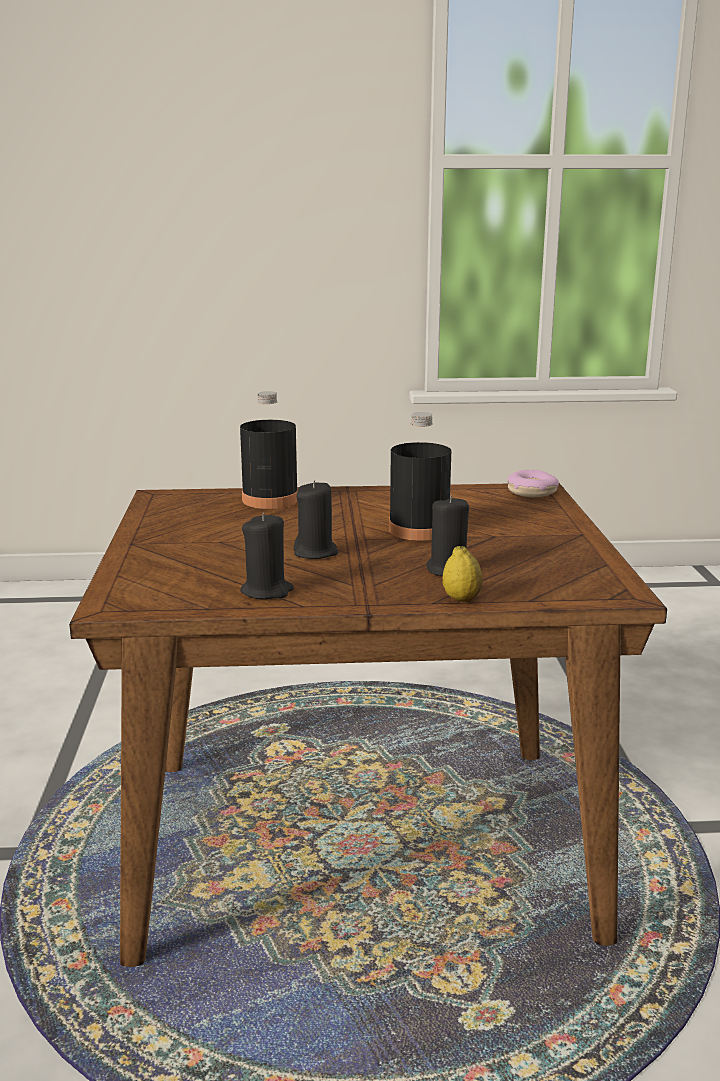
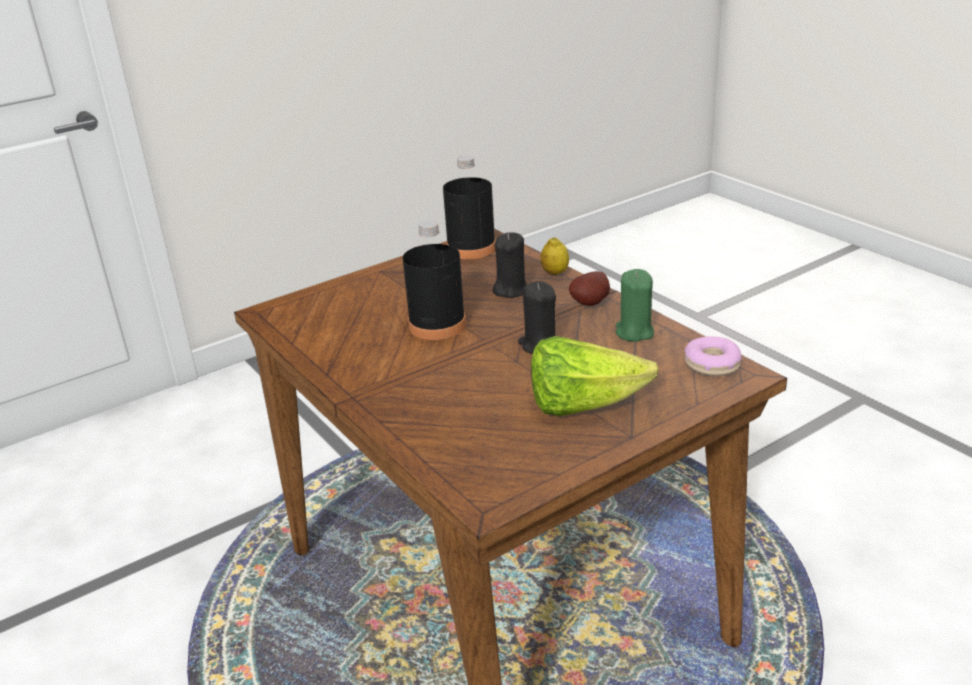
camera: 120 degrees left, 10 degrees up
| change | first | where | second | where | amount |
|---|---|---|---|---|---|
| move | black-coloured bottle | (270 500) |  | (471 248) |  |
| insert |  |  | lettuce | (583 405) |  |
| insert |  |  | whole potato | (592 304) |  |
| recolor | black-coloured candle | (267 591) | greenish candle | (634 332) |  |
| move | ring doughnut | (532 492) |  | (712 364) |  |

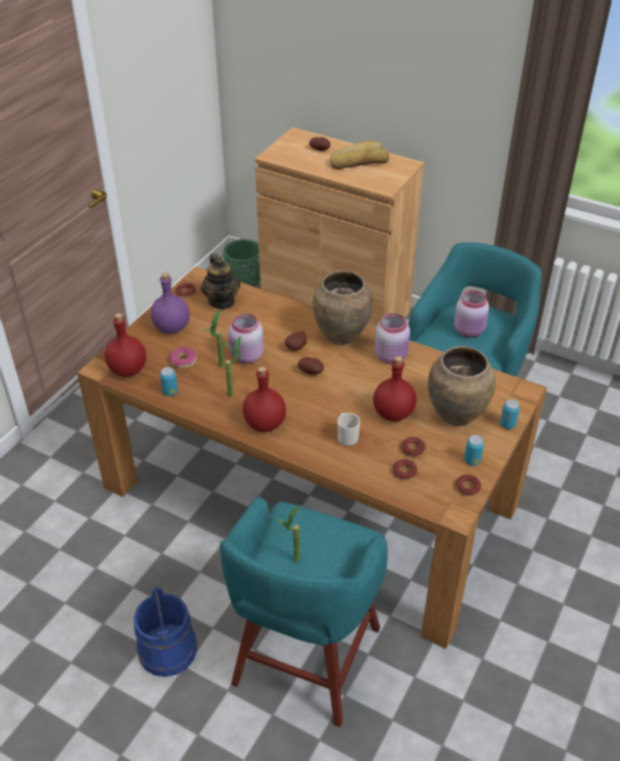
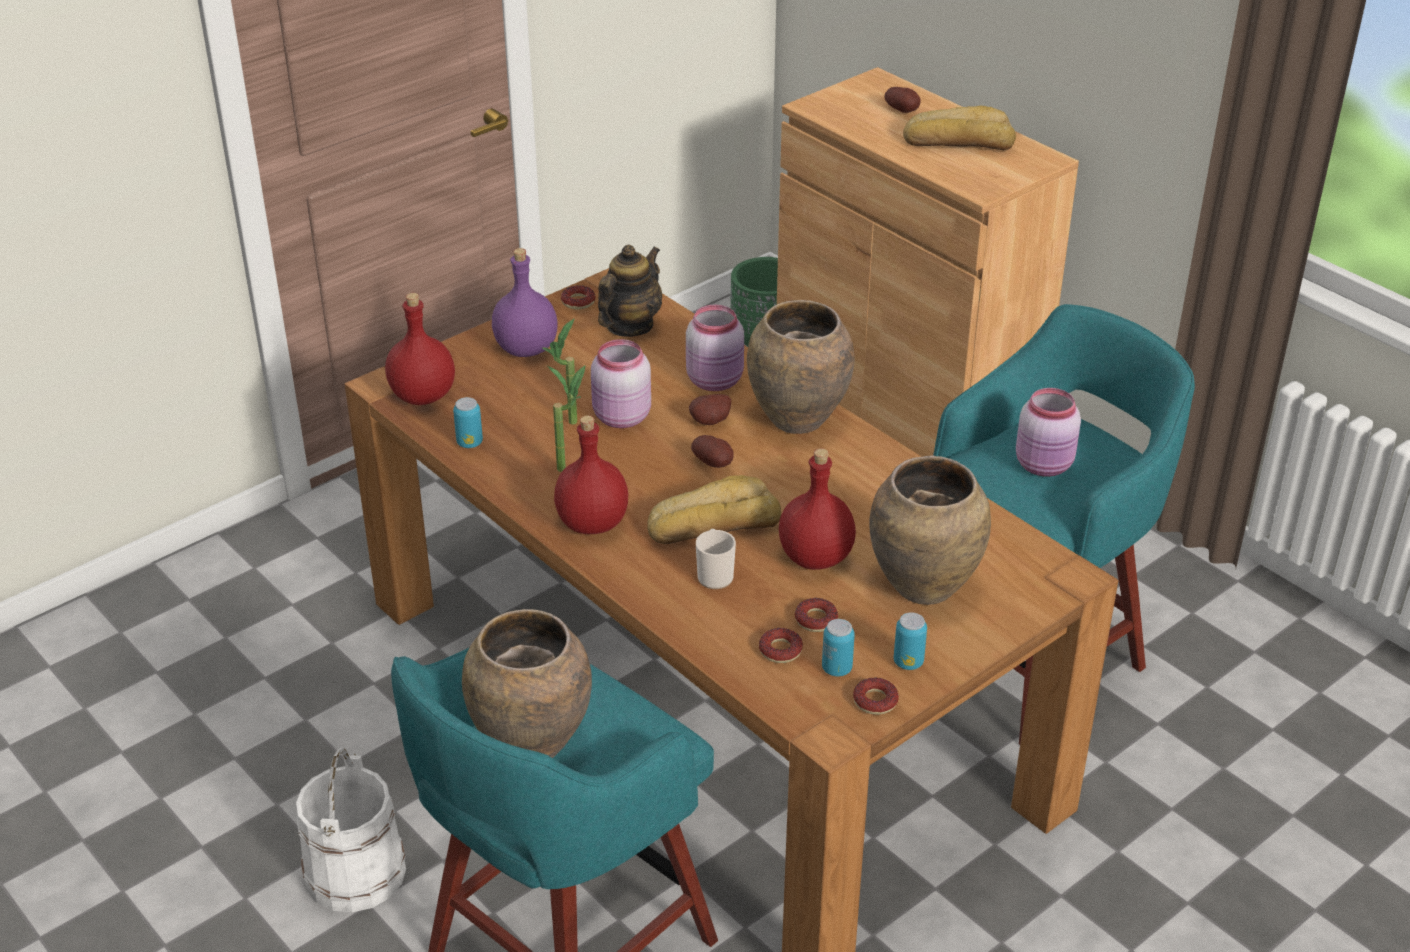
camera: 20 degrees right, 5 degrees down
| change | first | where | second | where | amount |
|---|---|---|---|---|---|
| recolor | bluish bucket | (167 650) | whitish bucket | (354 872) |  |
| replace | houseplant | (292 563) | brownish flower vase | (530 743) |  |
| rotate | pot for tea | (222 301) |  | (629 326) | 150 degrees counterclockwise |
| insert |  |  | baked bread | (713 523) |  |
| move | pinkish preserve jar | (391 356) |  | (716 381) |  |
| move | sealed can | (507 425) |  | (836 668) |  |
| delete | ring doughnut | (183 361) |  |  |  |

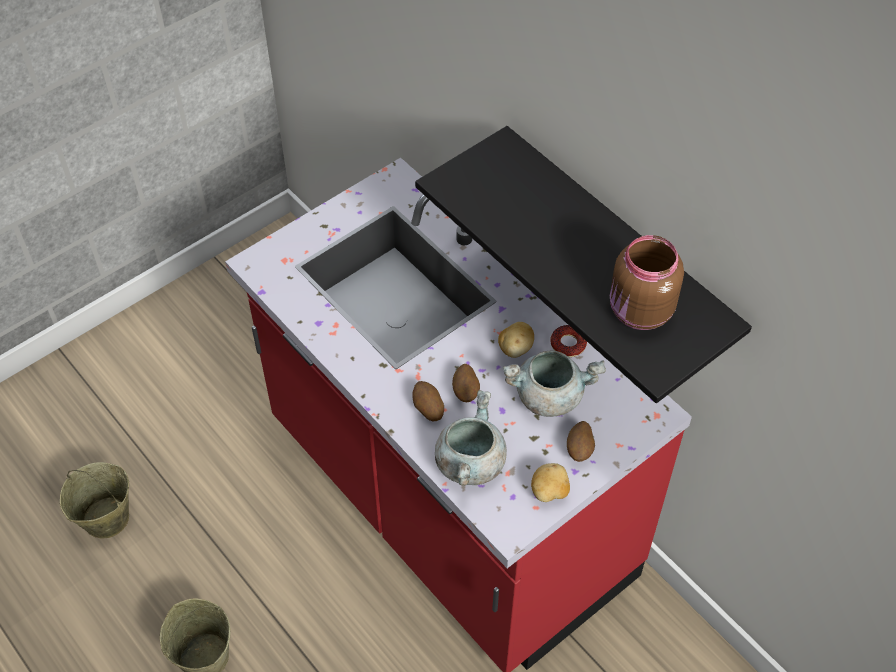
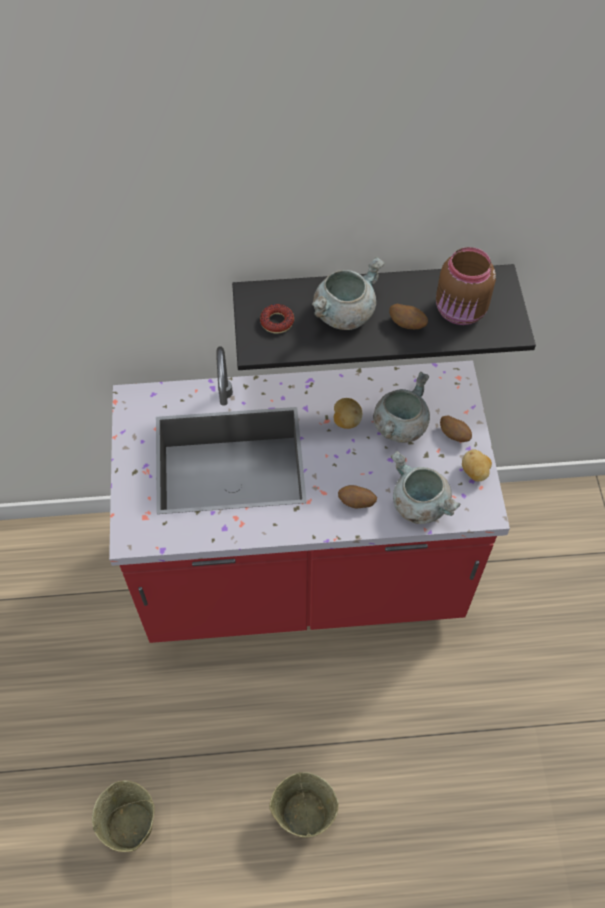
camera: 55 degrees left, 5 degrees up
| change | first | where | second | where | amount |
|---|---|---|---|---|---|
| move | ring doughnut | (568 344) |  | (277 322) |  |
| insert |  |  | gray saucepot | (344 313) |  |
| move | whole potato | (466 391) |  | (407 324) |  |

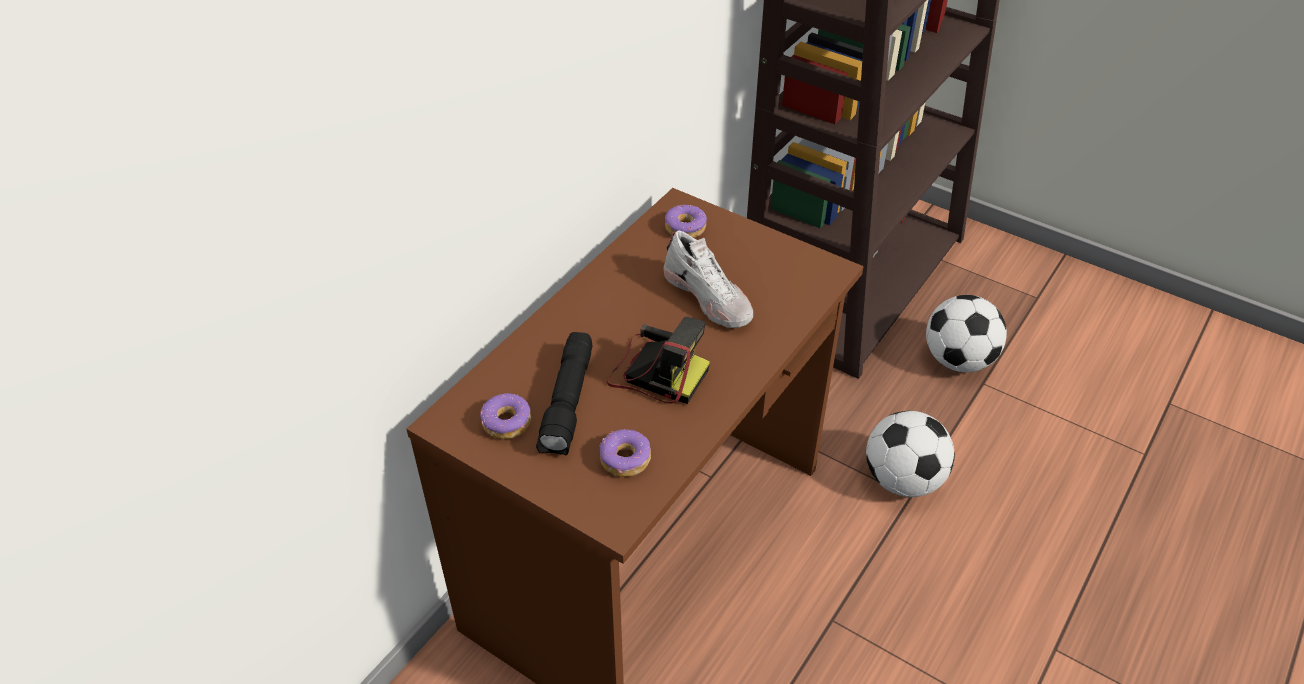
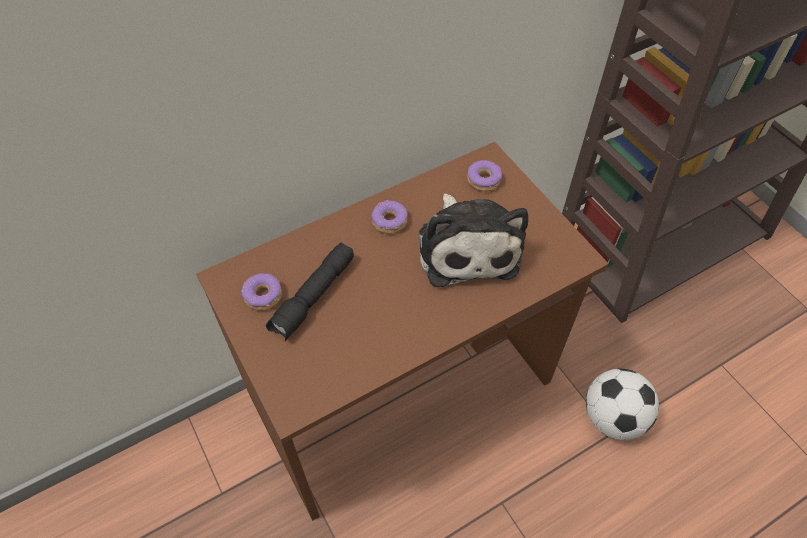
camera: 25 degrees right, 10 degrees up
| change | first | where | second | where | amount |
|---|---|---|---|---|---|
| move | ring doughnut | (625 459) |  | (389 221) |  |
| replace | whitish low shoe | (709 297) | plush toy | (467 247) |  |
| delete | still camera | (656 372) |  |  |  |
| delete | football ball | (958 360) |  |  |  |

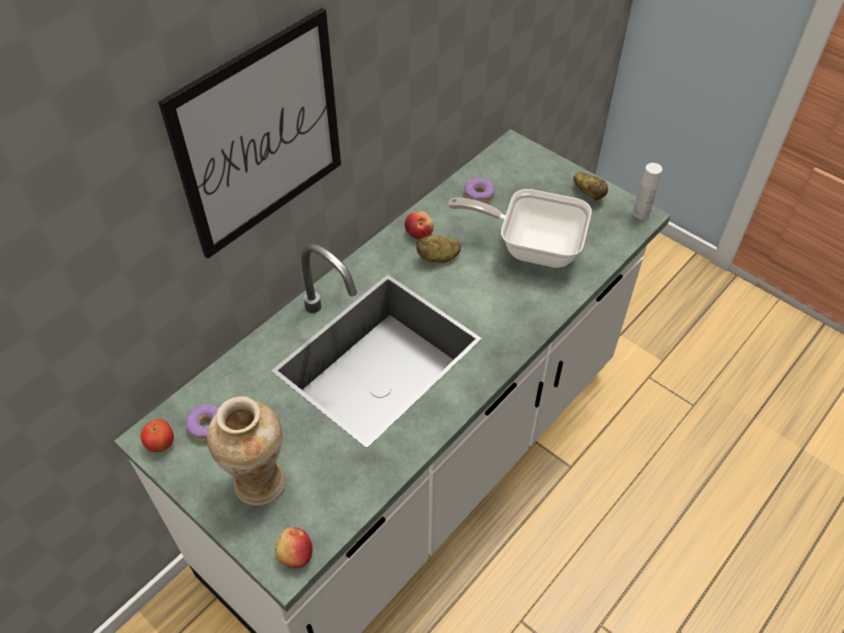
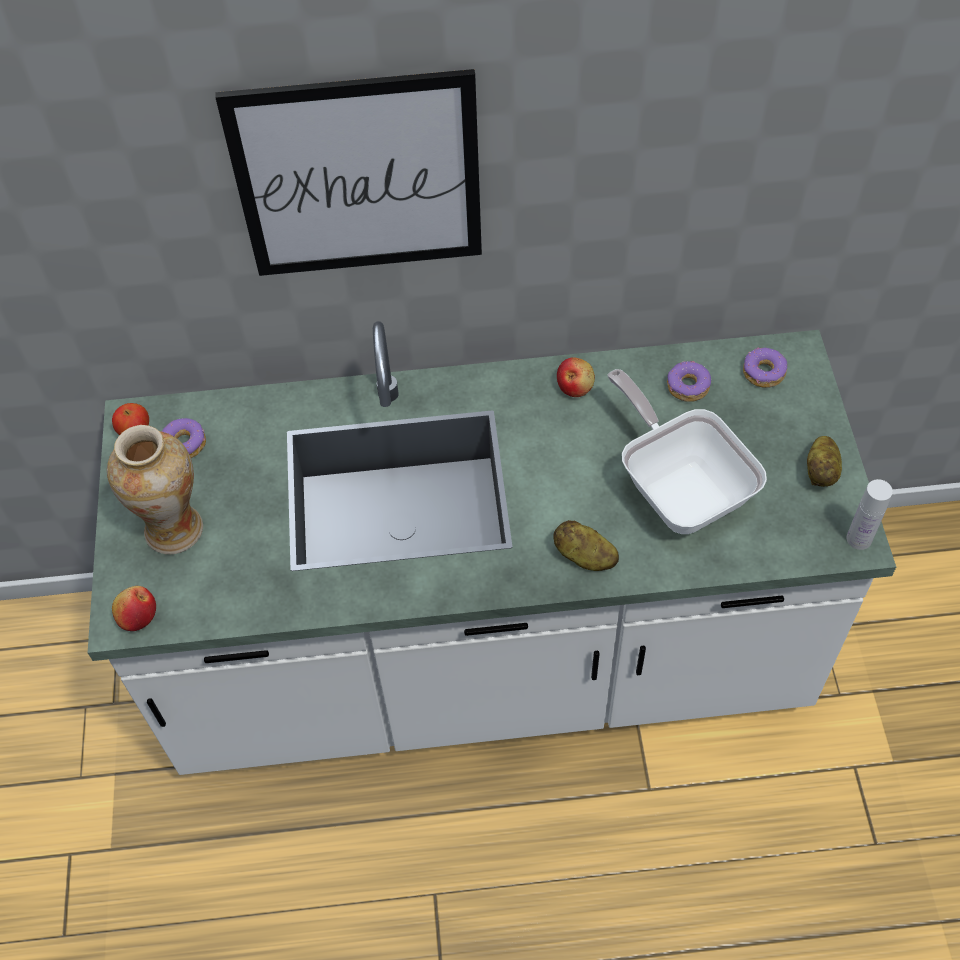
camera: 45 degrees right, 5 degrees up
| change | first | where | second | where | amount |
|---|---|---|---|---|---|
| move | whole potato | (438 258) |  | (584 557) |  |
| insert |  |  | ring doughnut | (763 373) |  |

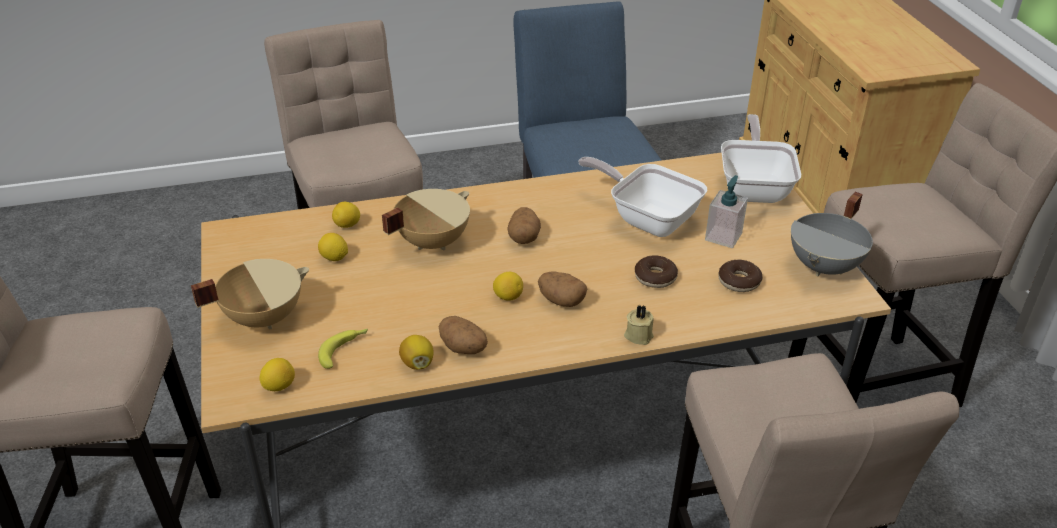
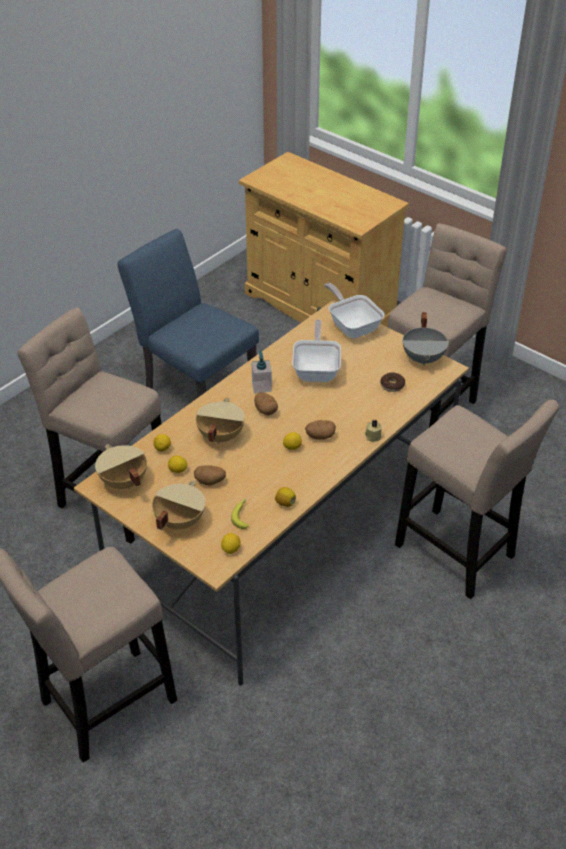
camera: 35 degrees left, 5 degrees up
| change | first | where | second | where | amount |
|---|---|---|---|---|---|
| insert |  |  | sand-coloured saucepot | (123 482) |  |
| move | whole potato | (464 348) |  | (210 481) |  |
| move | soap bottle | (723 236) |  | (261 386) |  |
| rotate | pan | (647 218) |  | (317 370) | 90 degrees clockwise |
| delete | ring doughnut | (655 277) |  |  |  |

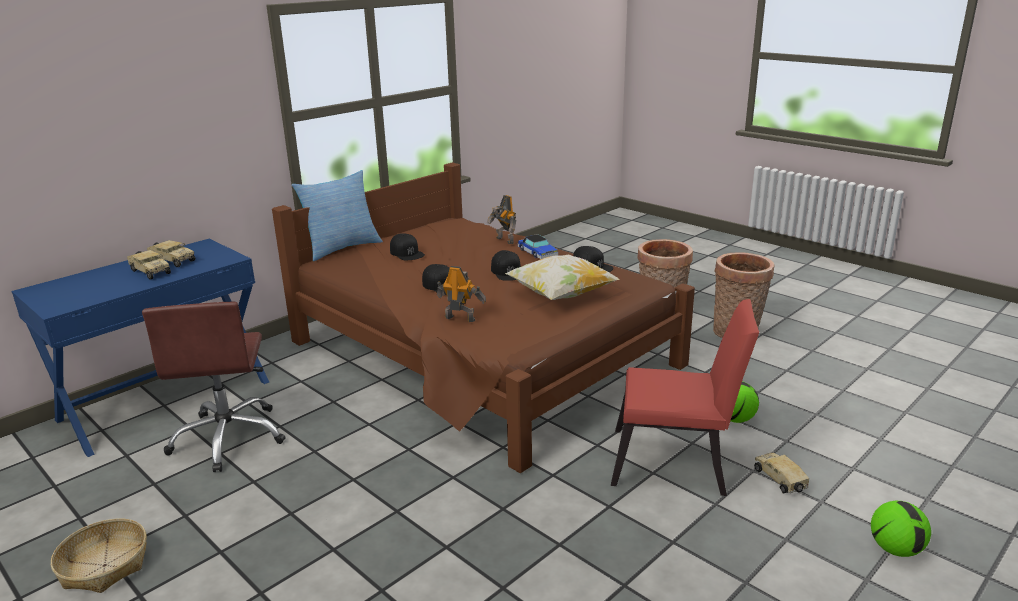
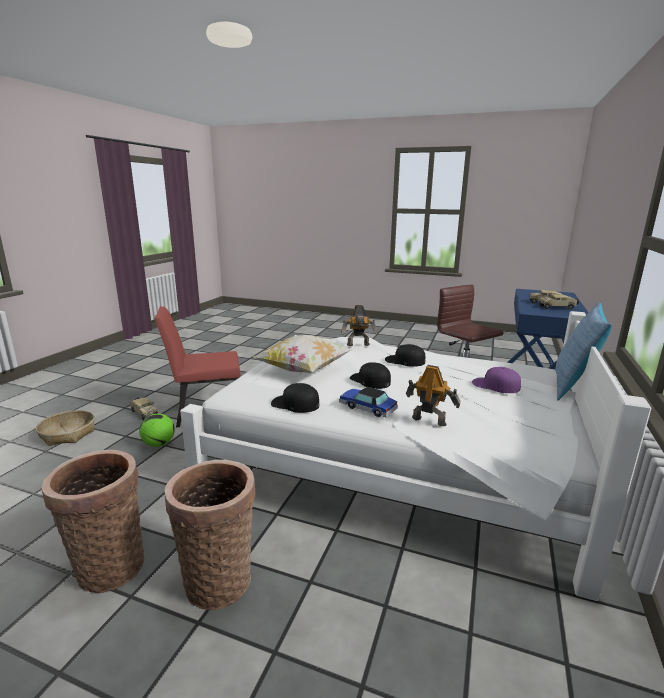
camera: 155 degrees right, 5 degrees down
| change | first | where | second | where | amount |
|---|---|---|---|---|---|
| move | storage basket | (104 566) |  | (68 434) |  |
| recolor | brownish bed | (482 354) | whitish bed | (392 458) |  |
| recolor | black-coloured baseball cap | (407 253) | purplish baseball cap | (495 385) |  |
| delete | football ball | (895 549) |  |  |  |

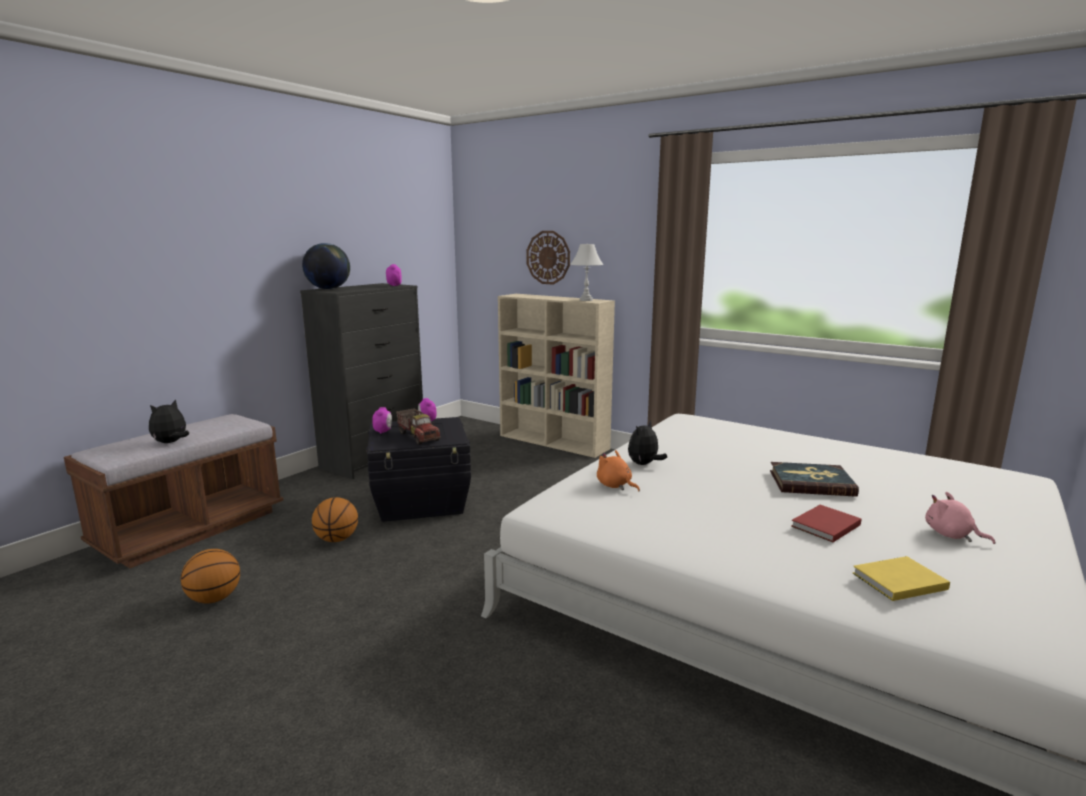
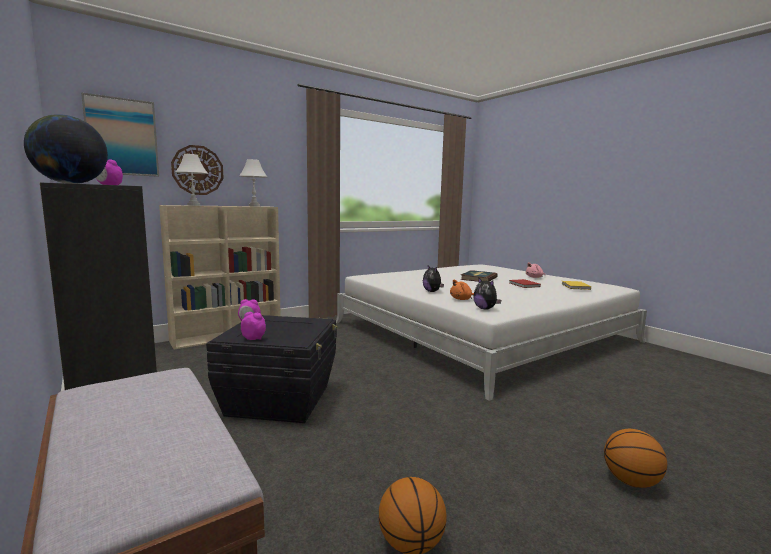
camera: 70 degrees left, 5 degrees down
| change | first | where | second | where | amount |
|---|---|---|---|---|---|
| insert |  |  | wall picture | (122 137) |  |
| insert |  |  | whitish tabletop lamp | (193 205) |  |
| move | plush toy | (171 442) |  | (485 309) |  |
| move | ball for basketball | (336 539) |  | (631 482) |  |
| delete | model truck | (418 436) |  |  |  |

